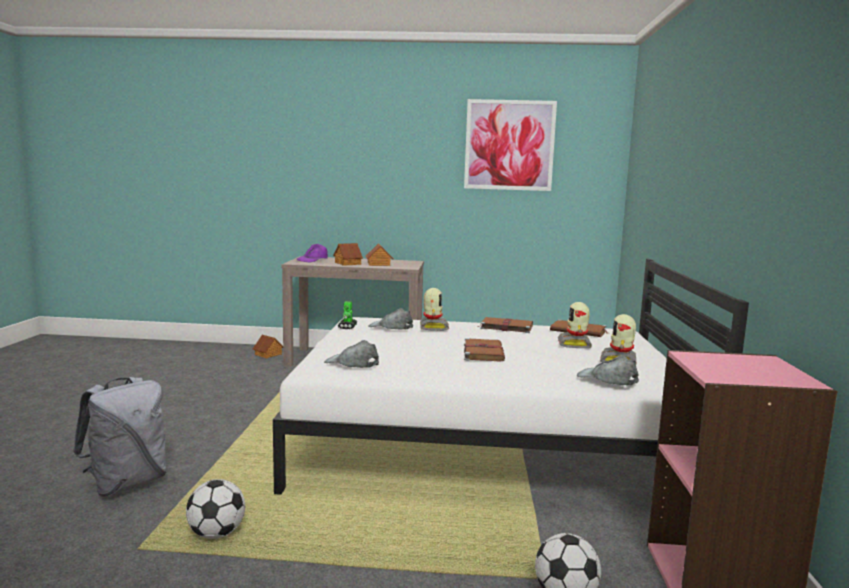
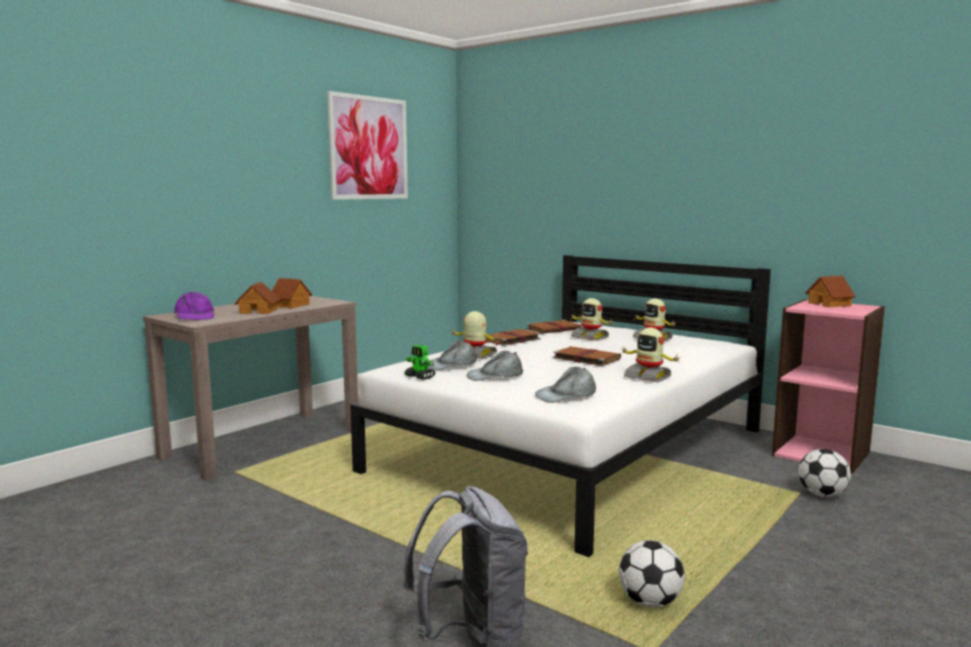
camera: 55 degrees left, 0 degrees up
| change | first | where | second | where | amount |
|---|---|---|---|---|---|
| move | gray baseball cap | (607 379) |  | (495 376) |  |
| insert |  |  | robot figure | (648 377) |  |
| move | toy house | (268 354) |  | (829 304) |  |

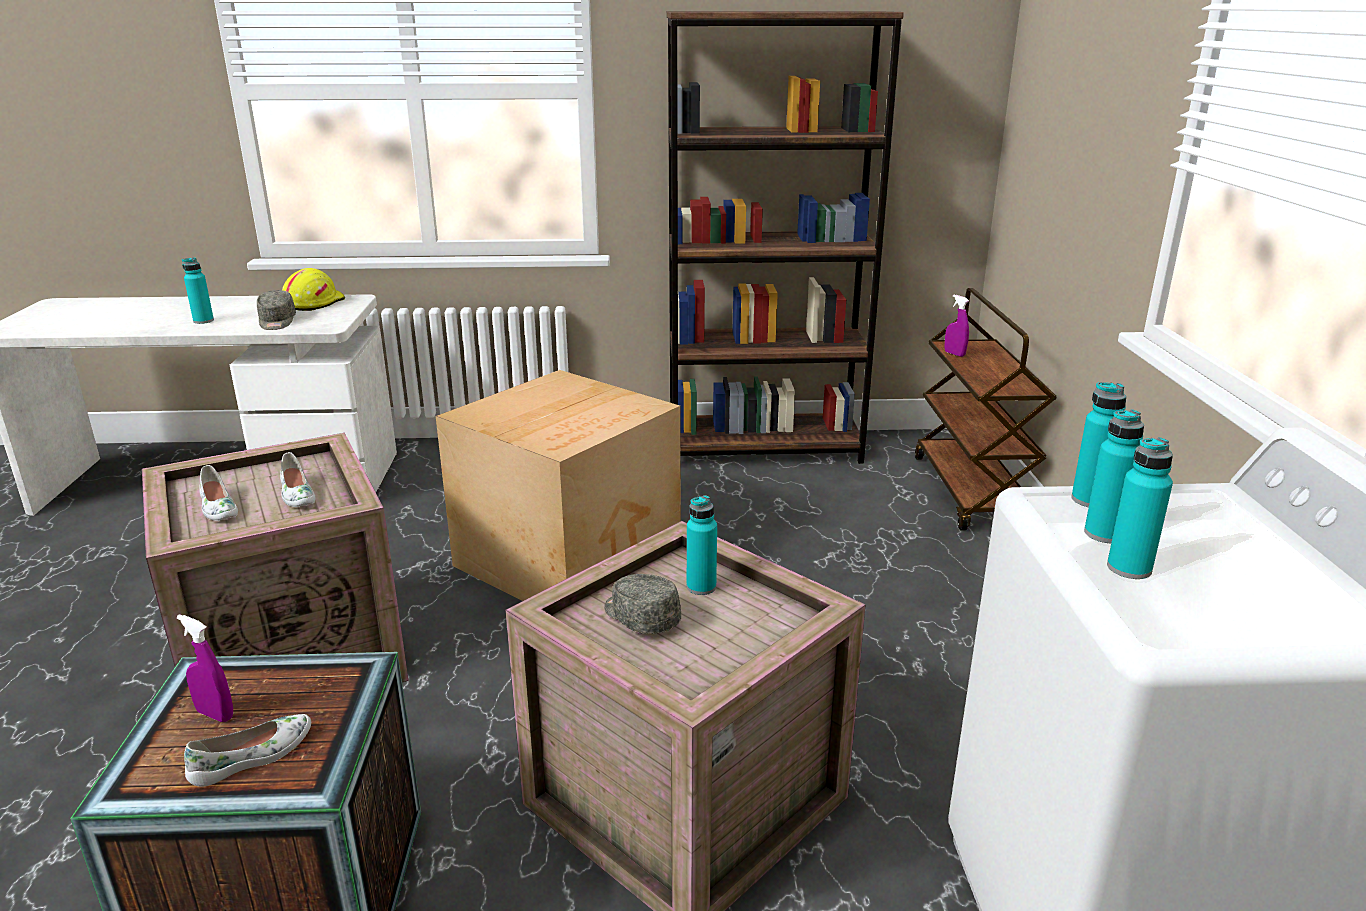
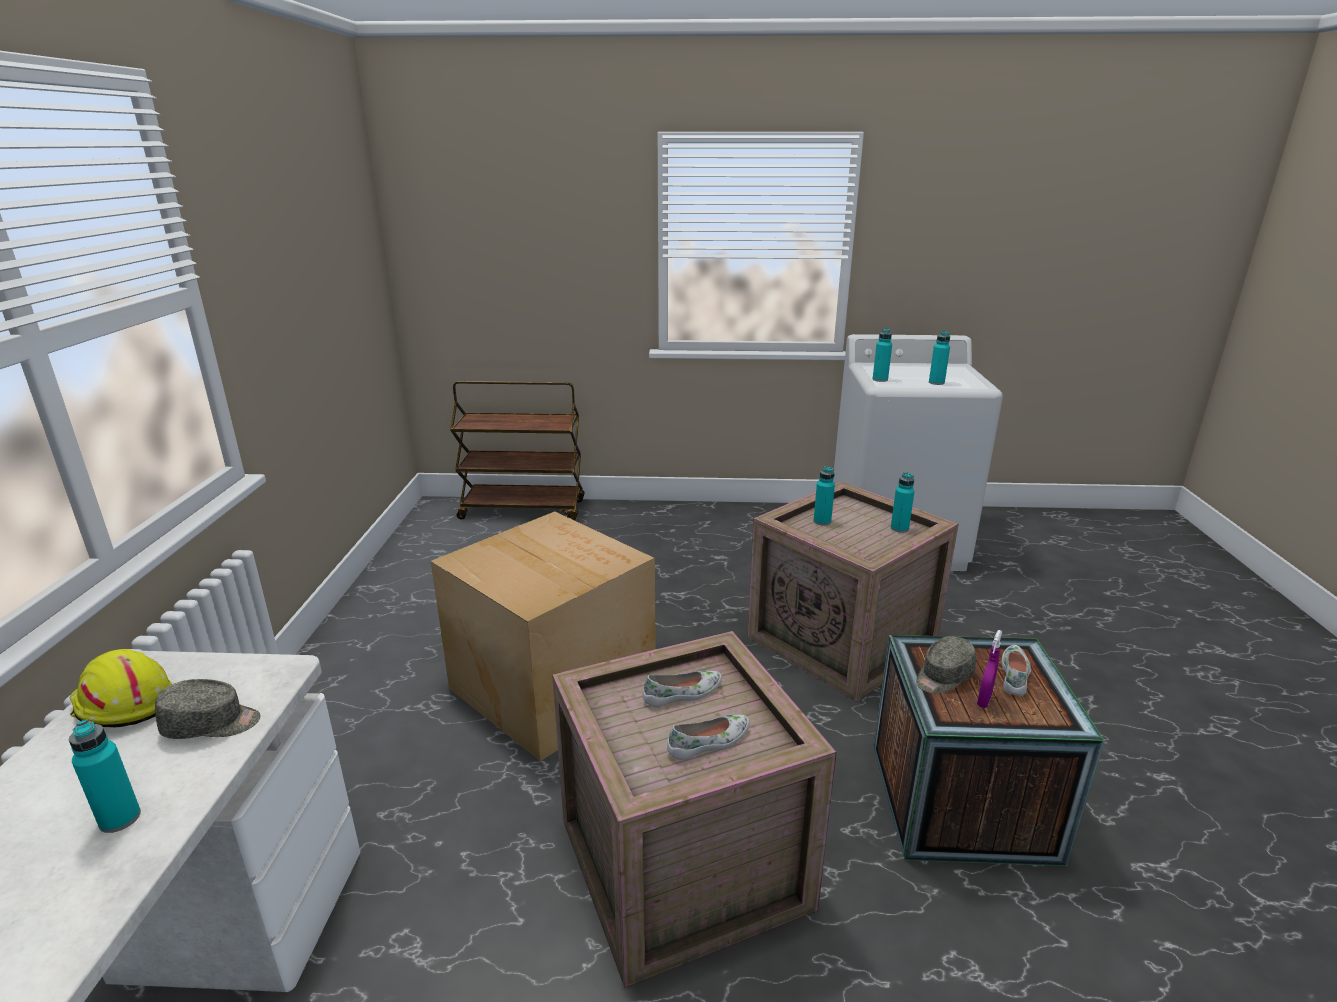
camera: 85 degrees left, 0 degrees up
| change | first | where | second | where | amount |
|---|---|---|---|---|---|
| move | turquoise bottle | (1104 534) |  | (899 528) |  |
| move | gray baseball cap | (640 617) |  | (943 677) |  |
| rotate | whitish low shoe | (253 757) |  | (1015 675) | 60 degrees clockwise |
| delete | brownish bookshelf | (764 449) |  |  |  |
| delete | purplish spray bottle | (954 354) |  |  |  |

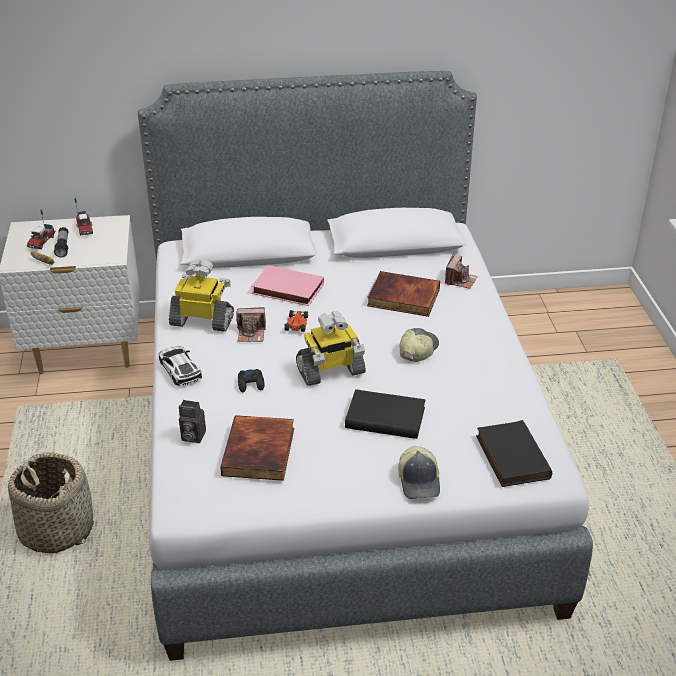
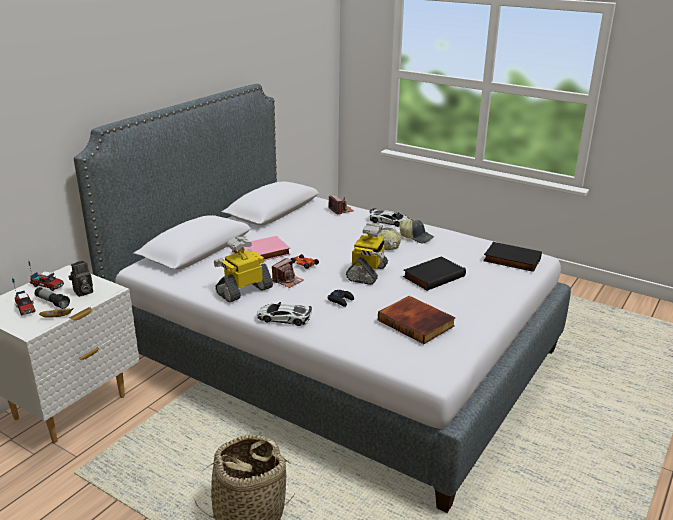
camera: 50 degrees left, 10 degrees down
| change | first | where | second | where | amount |
|---|---|---|---|---|---|
| move | still camera | (191 436) |  | (83 292) |  |
| insert |  |  | toy car | (389 222) |  |
| move | baseball cap | (419 481) |  | (416 237) |  |
| delete | book | (402 298) |  |  |  |

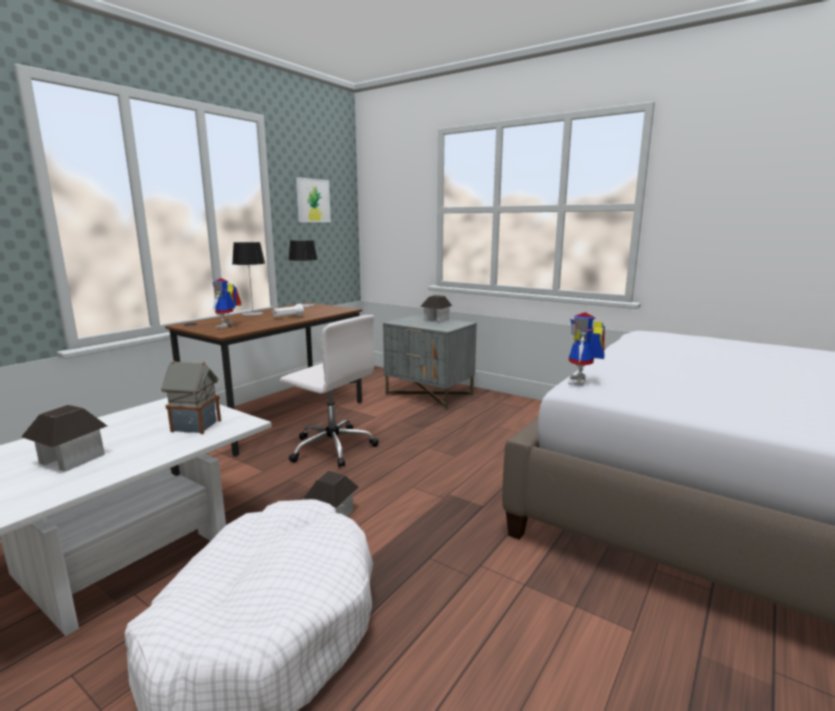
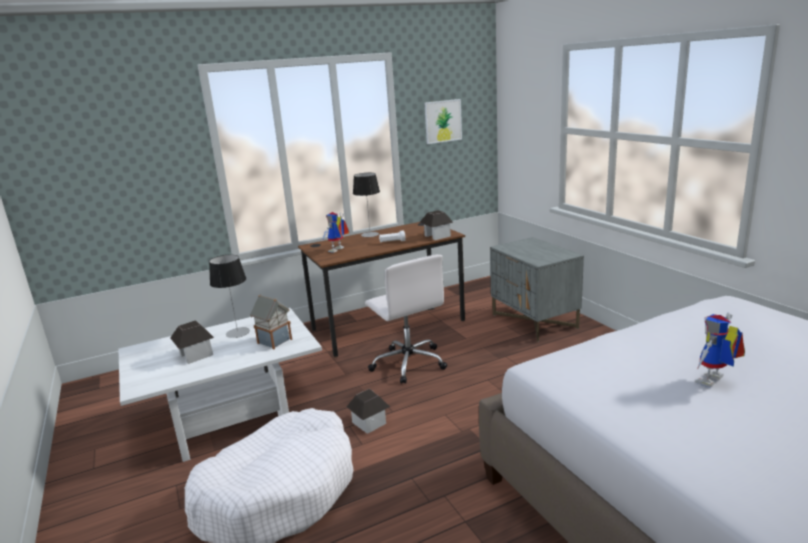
camera: 30 degrees right, 5 degrees up
| change | first | where | second | where | amount |
|---|---|---|---|---|---|
| move | tabletop lamp | (305 305) |  | (237 332) |  |
| move | toy house | (436 320) |  | (437 236) |  |
| move | robot figure | (582 382) |  | (713 383) |  |

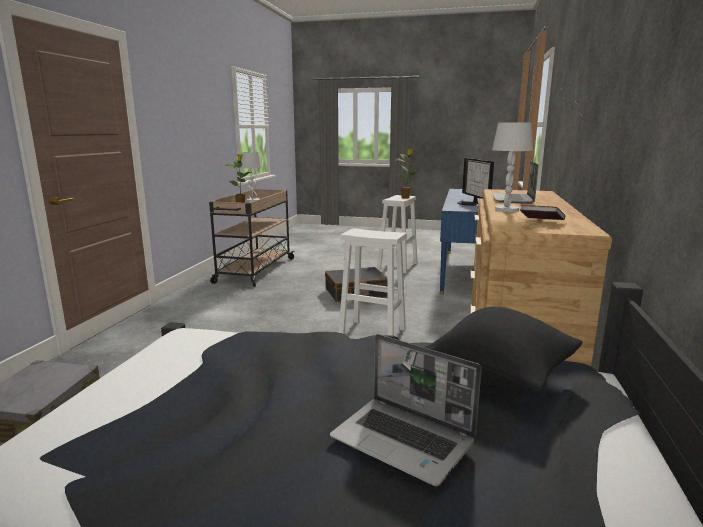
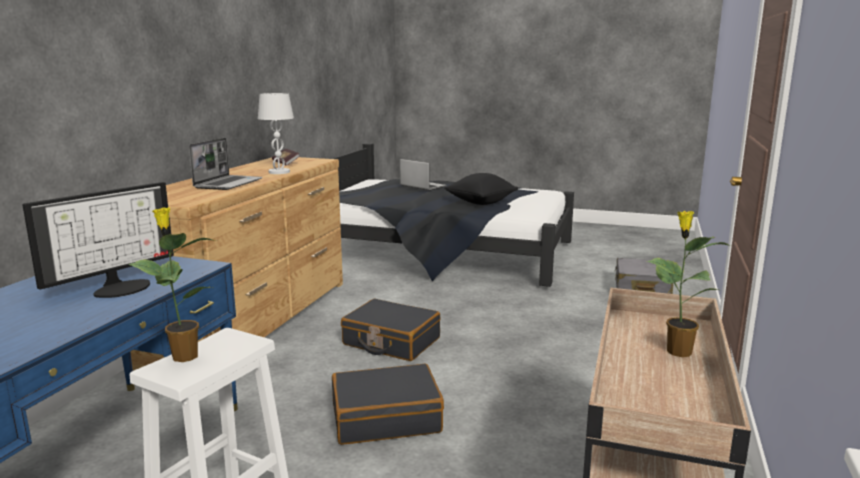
camera: 175 degrees left, 0 degrees up
| change | first | where | second | where | amount |
|---|---|---|---|---|---|
| rotate | computer display | (469 203) |  | (120 287) | 45 degrees clockwise |
| replace | whitish stool seat | (371 332) | black-coloured piece of luggage | (391 342) |  |
| move | black-coloured throw pillow | (501 377) |  | (480 203) |  |
| delete | whitish tabletop lamp | (253 200) |  |  |  |

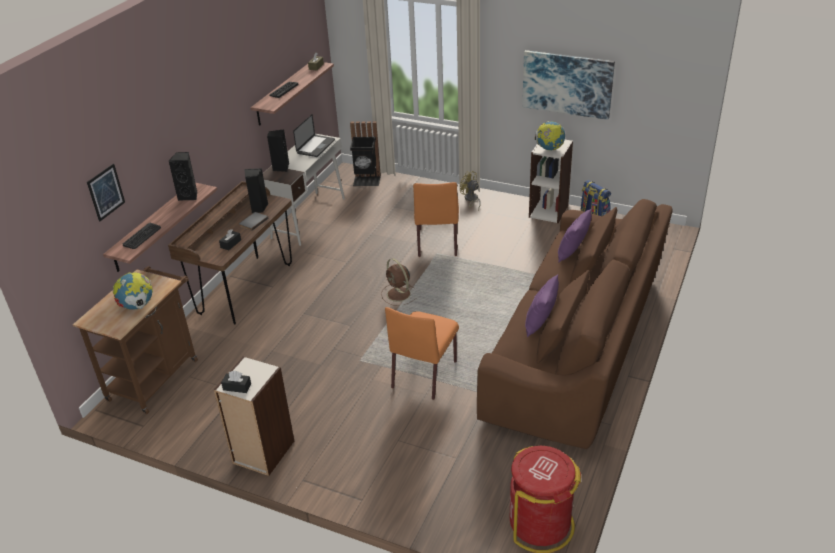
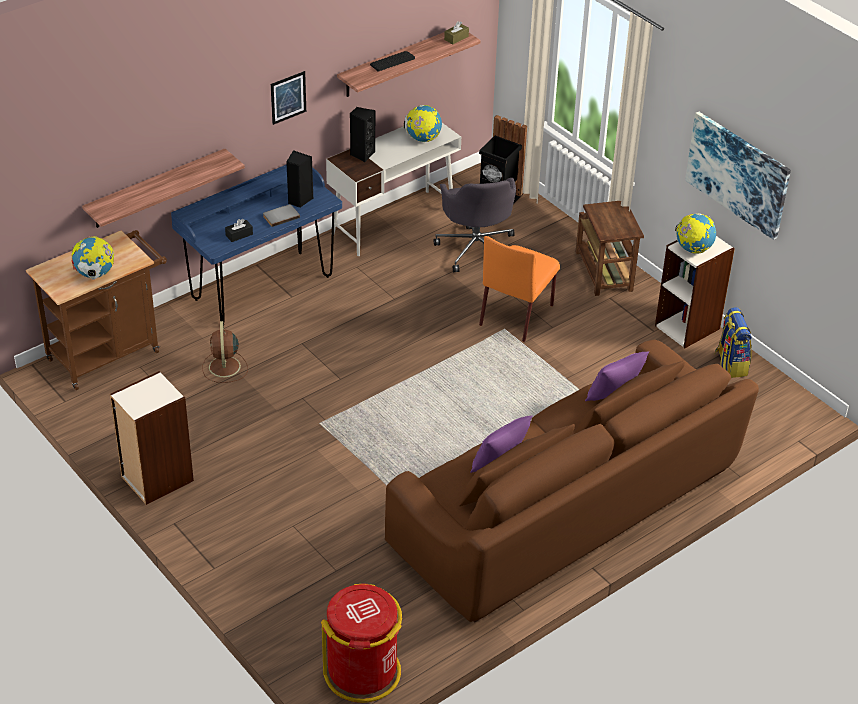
camera: 25 degrees right, 5 degrees up
| change | first | where | second | where | amount |
|---|---|---|---|---|---|
| recolor | brownish desk table | (246 289) | bluish desk table | (262 288) |  |
| move | brownish electric fan | (399 295) |  | (224 368) |  |
| move | wall picture | (106 192) |  | (288 97) |  |
| replace | laptop | (316 147) | desk globe | (423 139) |  |
| insert |  |  | gray desk chair | (476 248) |  |
| replace | yellow-coloured electric fan | (471 200) | brownish side table | (604 273) |  |
| delete | PC keyboard | (142 236) |  |  |  |
| delete | black-coloured audio speaker | (189 196) |  |  |  |
| delete | black-coloured box of tissues | (237 387) |  |  |  |
| delete | orangey chair | (425 373) |  |  |  |

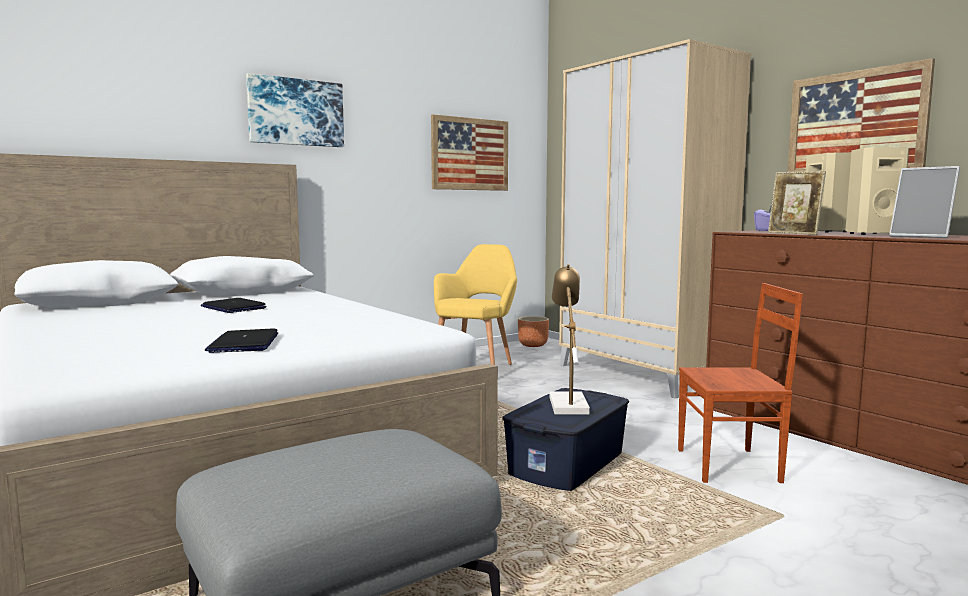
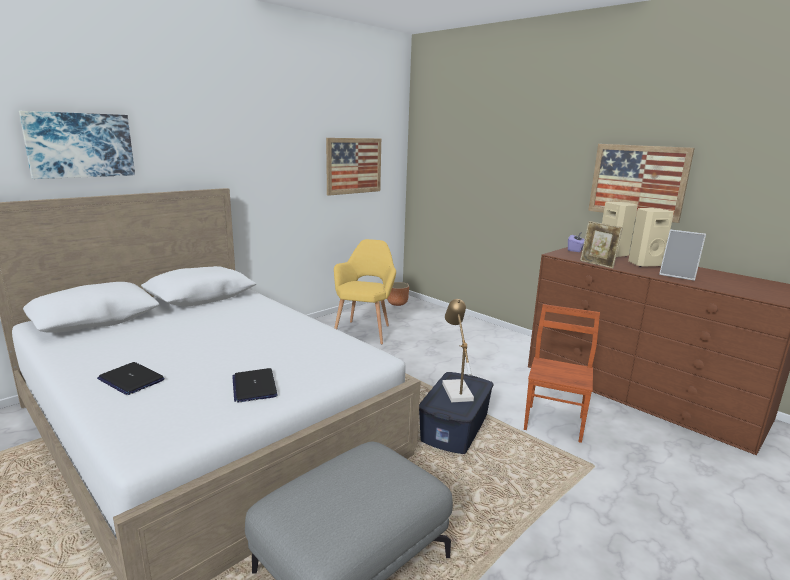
camera: 10 degrees left, 10 degrees up
| change | first | where | second | where | amount |
|---|---|---|---|---|---|
| move | wall picture | (296 112) |  | (80 145) |  |
| move | laptop | (233 307) |  | (131 379) |  |
| rotate | brownish chair | (730 466) |  | (555 423) | 60 degrees counterclockwise |
| delete | sand-coloured clothes cupboard | (642 374) |  |  |  |

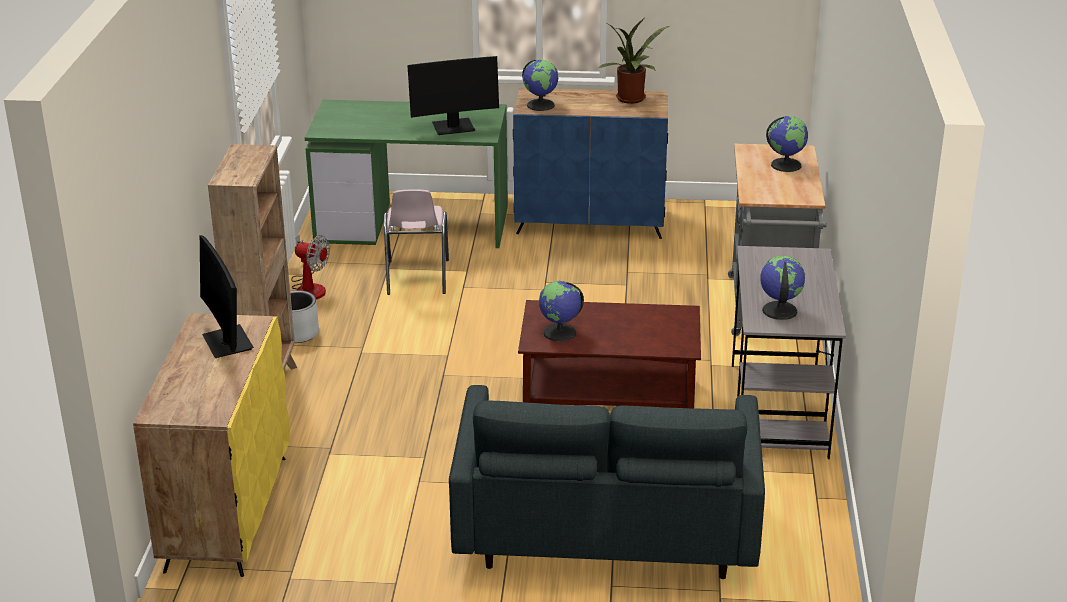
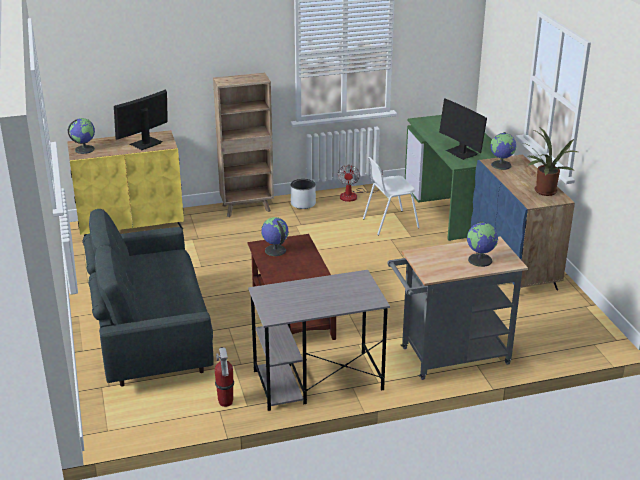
camera: 70 degrees right, 0 degrees up
| change | first | where | second | where | amount |
|---|---|---|---|---|---|
| move | desk globe | (779 310) |  | (84 149) |  |
| insert |  |  | fire extinguisher | (225 402) |  |
| recolor | pinkish chair | (416 278) | whitish chair | (389 223) |  |

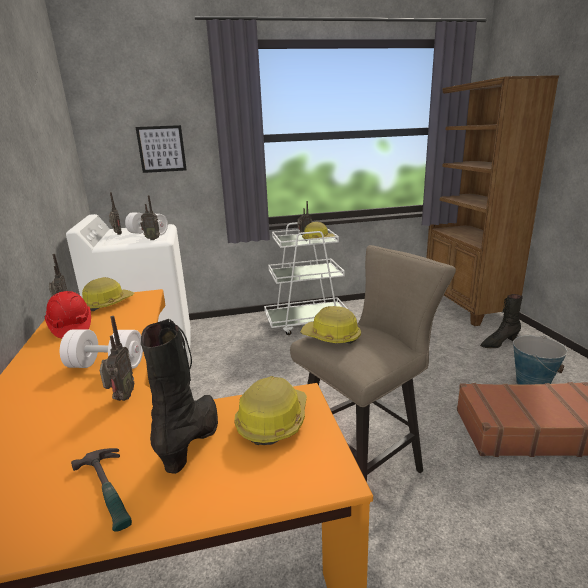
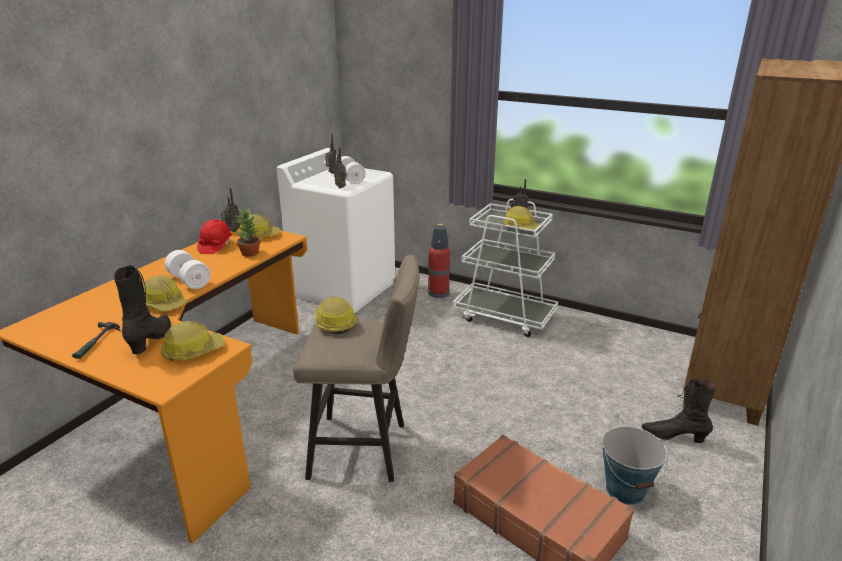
camera: 40 degrees right, 5 degrees up
| change | first | where | second | where | amount |
|---|---|---|---|---|---|
| rotate | black-coloured high-top boot | (193 440) |  | (152 340) | 45 degrees counterclockwise |
| replace | radio receiver | (121 398) | work helmet | (164 303) |  |
| insert |  |  | houseplant | (250 253) |  |
| insert |  |  | fire extinguisher | (439 293) |  |
| delete | wall picture | (161 149) |  |  |  |

